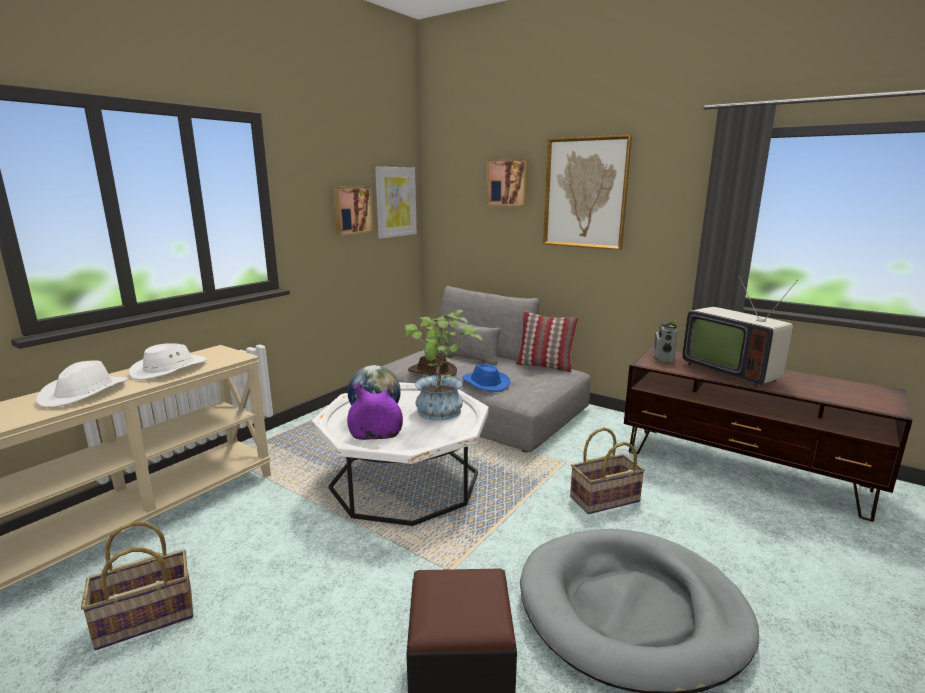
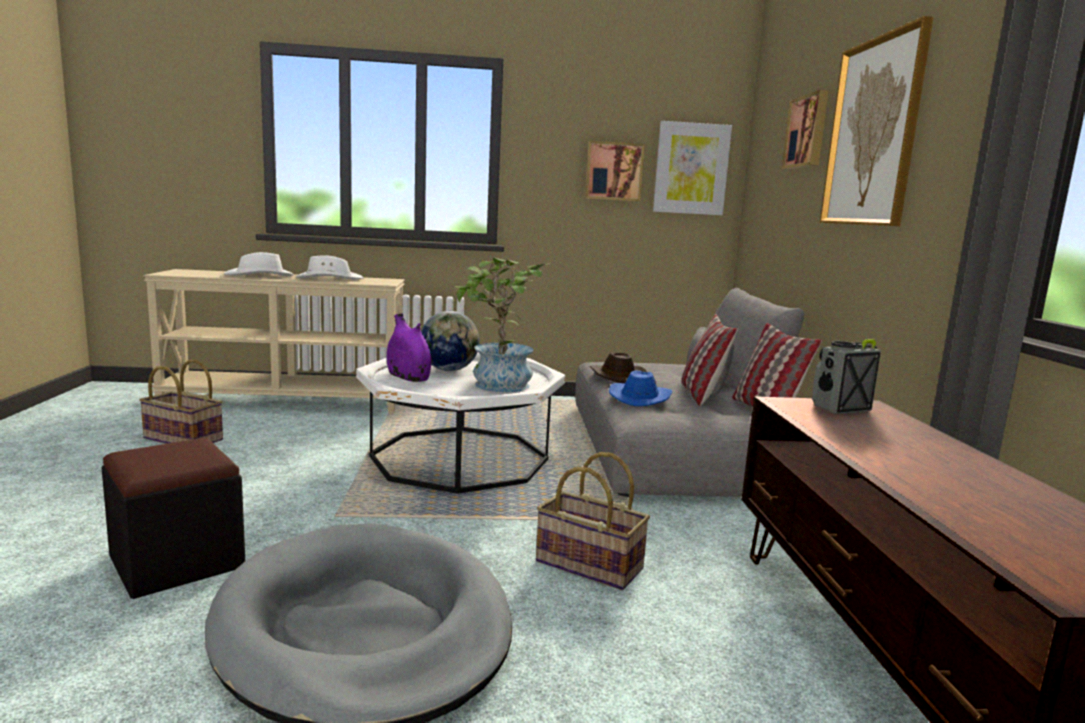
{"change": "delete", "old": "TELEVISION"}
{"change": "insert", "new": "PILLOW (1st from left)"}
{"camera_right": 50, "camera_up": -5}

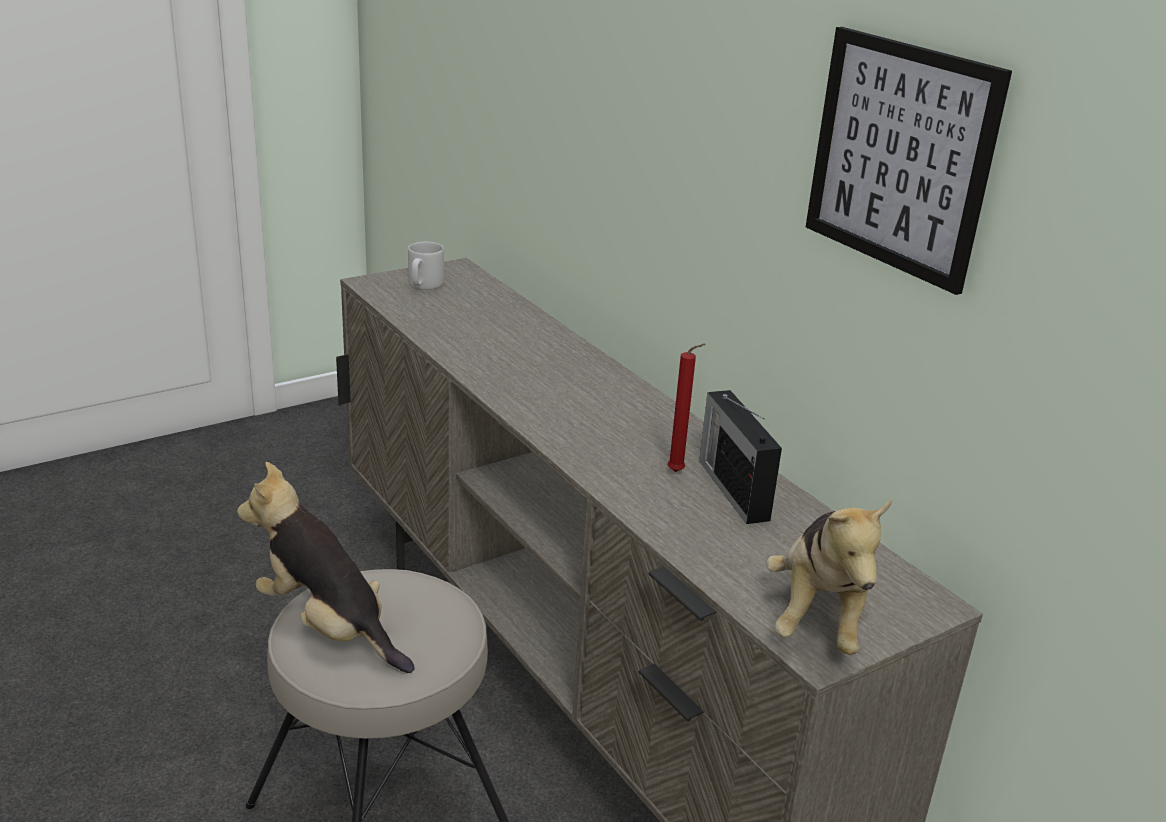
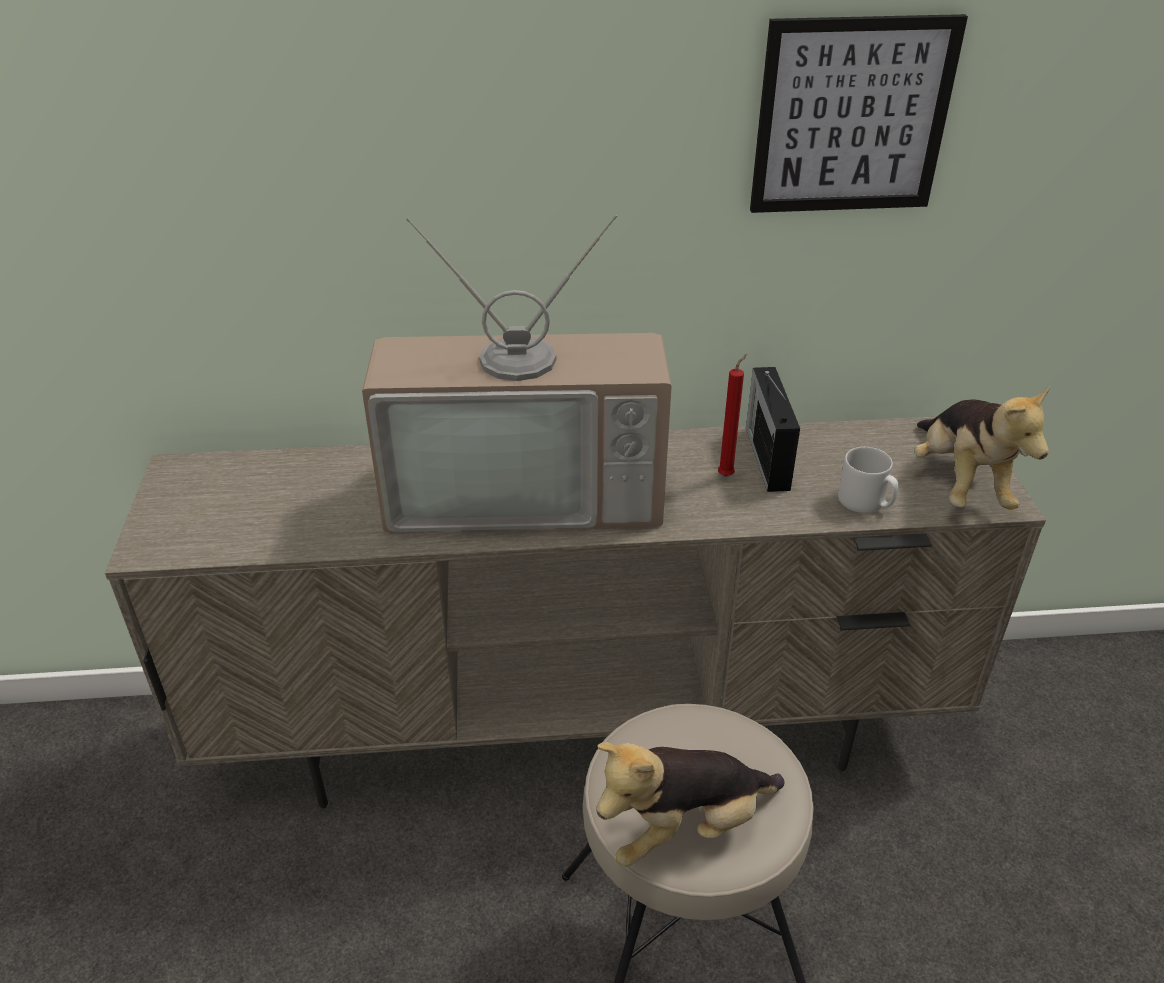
{"change": "insert", "new": "TELEVISION"}
{"change": "move", "old": "GREYISH COFFEE MUG"}
{"change": "rotate", "old": "RADIO SET", "degrees": 75}
{"change": "rotate", "old": "PLUSH TOY (2nd from left)", "degrees": 45}
{"camera_right": -60, "camera_up": 10}

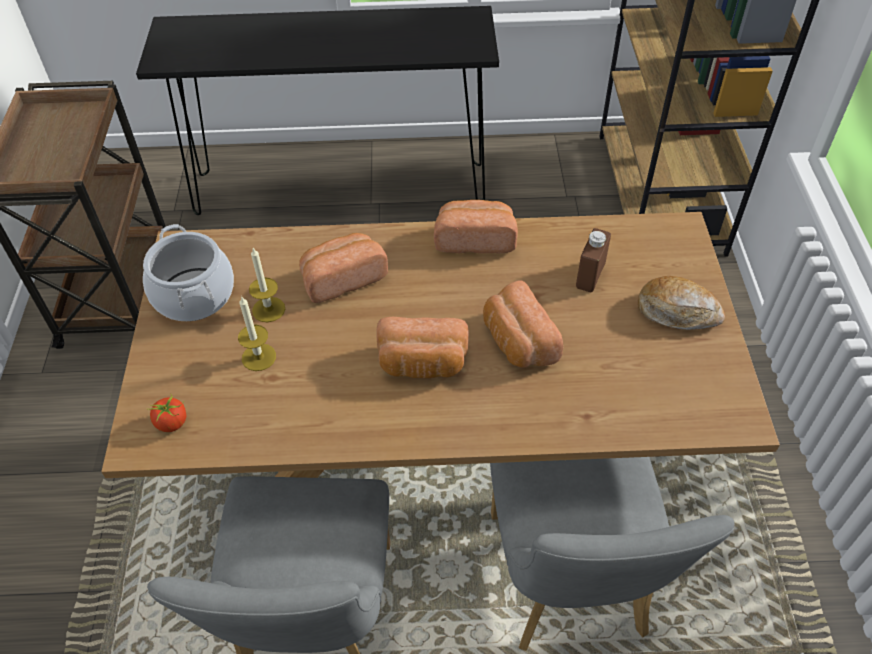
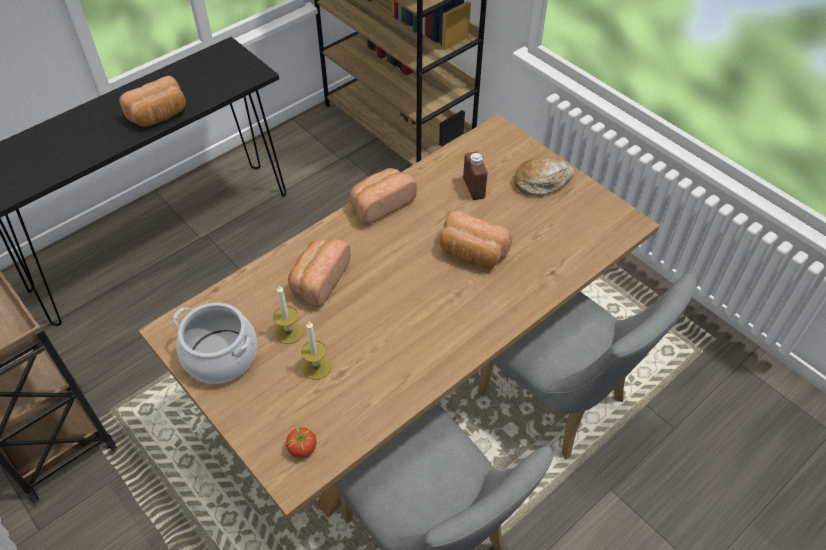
{"change": "move", "old": "BAKED BREAD (2nd from left in the first image)", "new": "BAKED BREAD (1st from left)"}
{"camera_right": -40, "camera_up": 0}

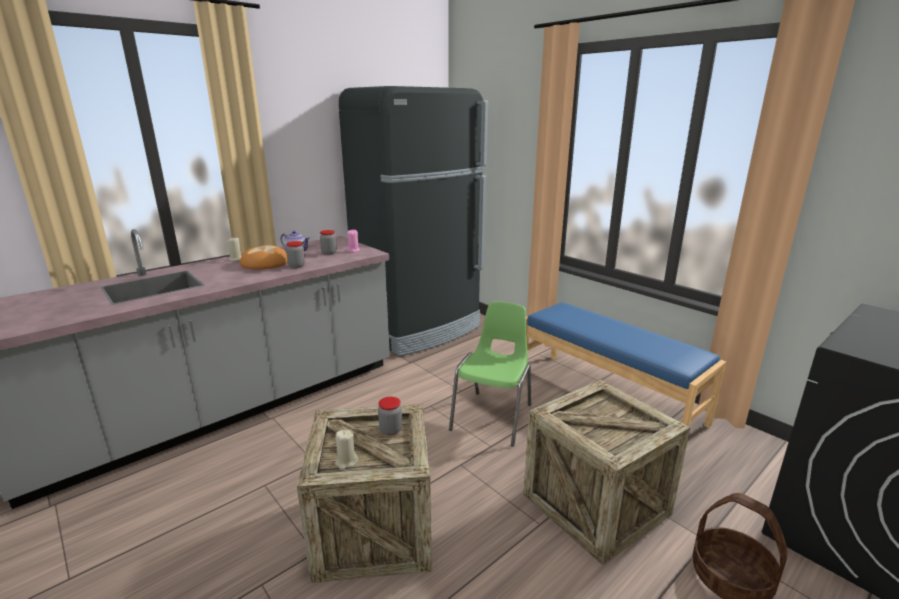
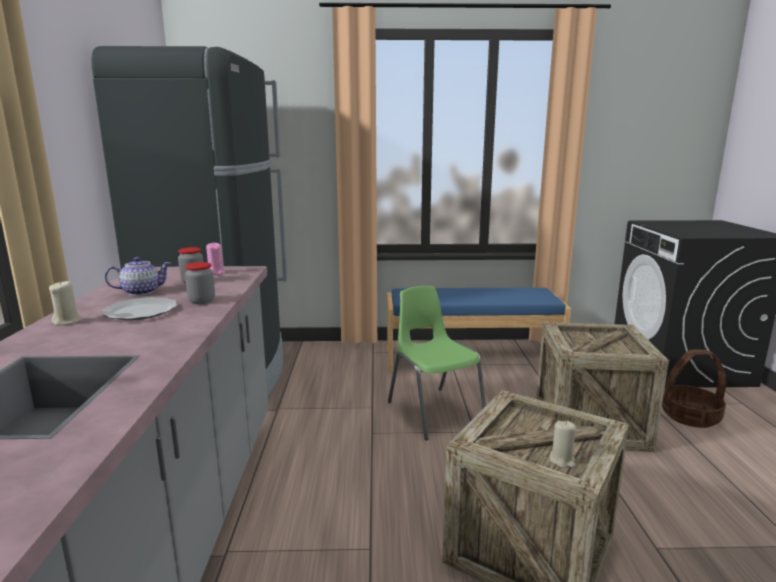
{"change": "delete", "old": "PRESERVE JAR (3rd from left)"}
{"change": "replace", "old": "BAKED BREAD", "new": "PLATE"}
{"camera_right": -50, "camera_up": -5}

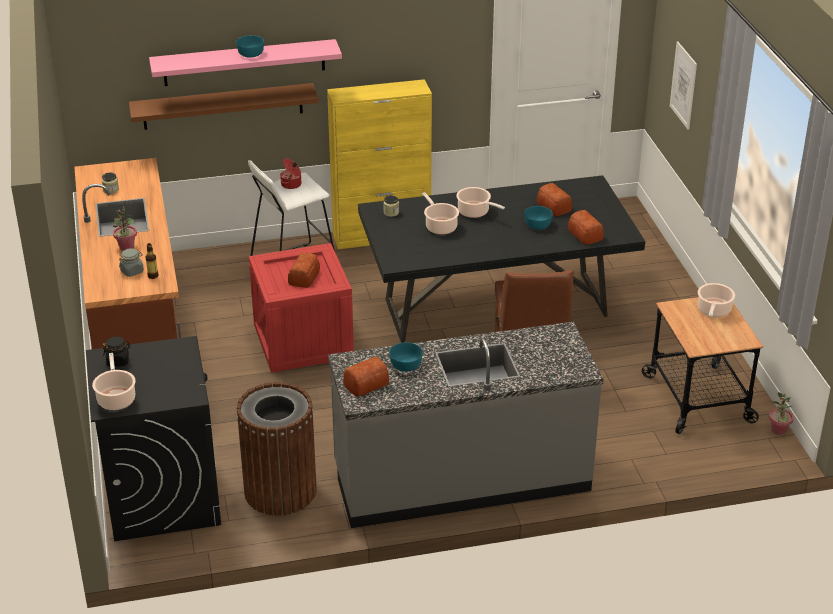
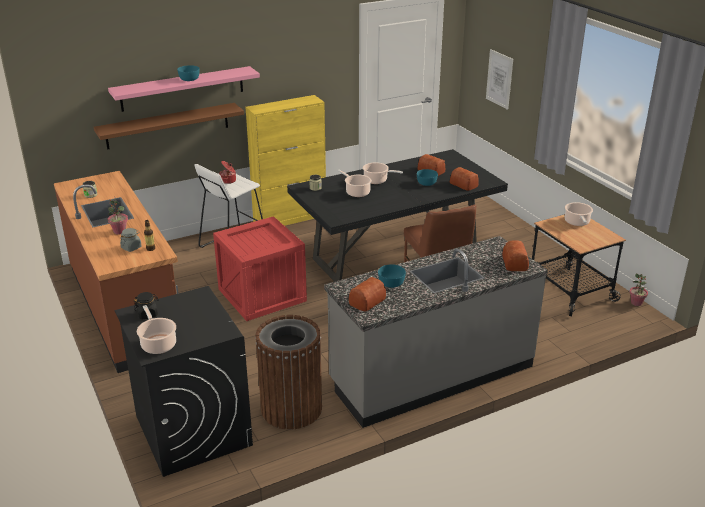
{"change": "move", "old": "BAKED BREAD (1st from left in the first image)", "new": "BAKED BREAD (4th from left)"}
{"camera_right": -15, "camera_up": -5}

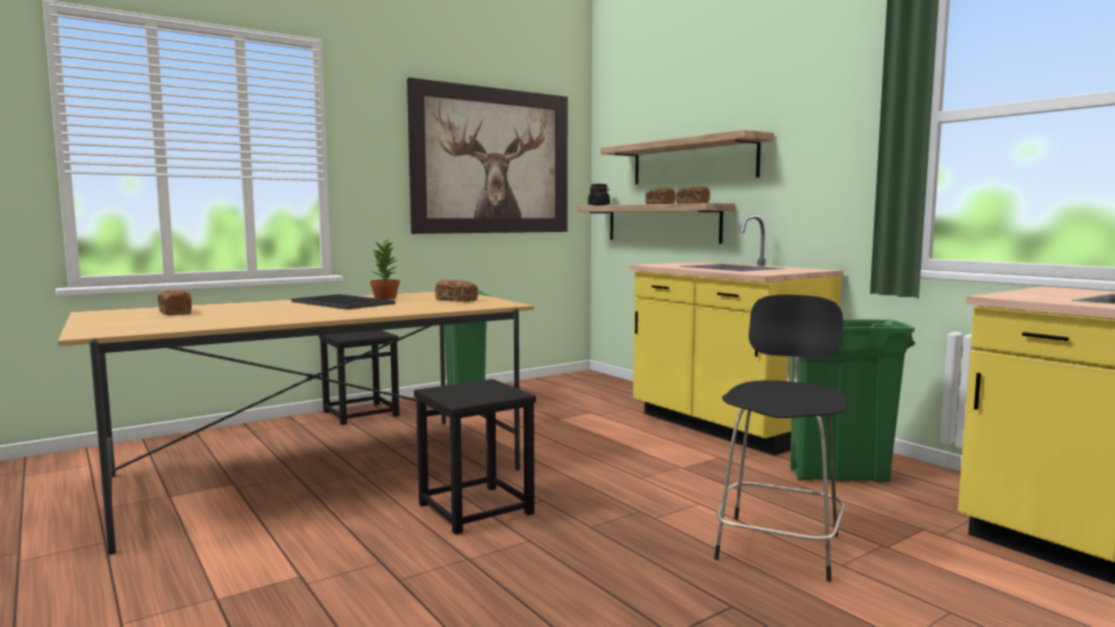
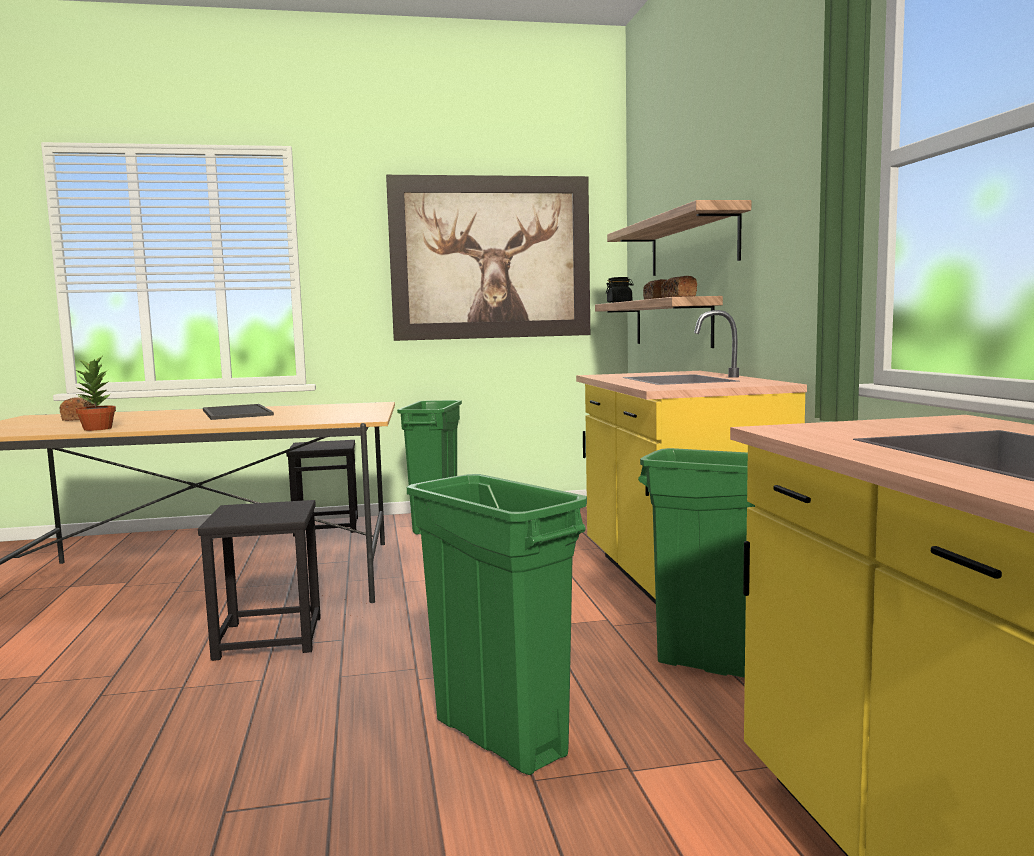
{"change": "delete", "old": "BAKED BREAD (2nd from left)"}
{"change": "move", "old": "POTTED PLANT"}
{"change": "replace", "old": "BLACK-COLOURED STOOL (3rd from left)", "new": "GREENISH RUBBISH BIN (2nd from left)"}
{"camera_right": 25, "camera_up": 0}

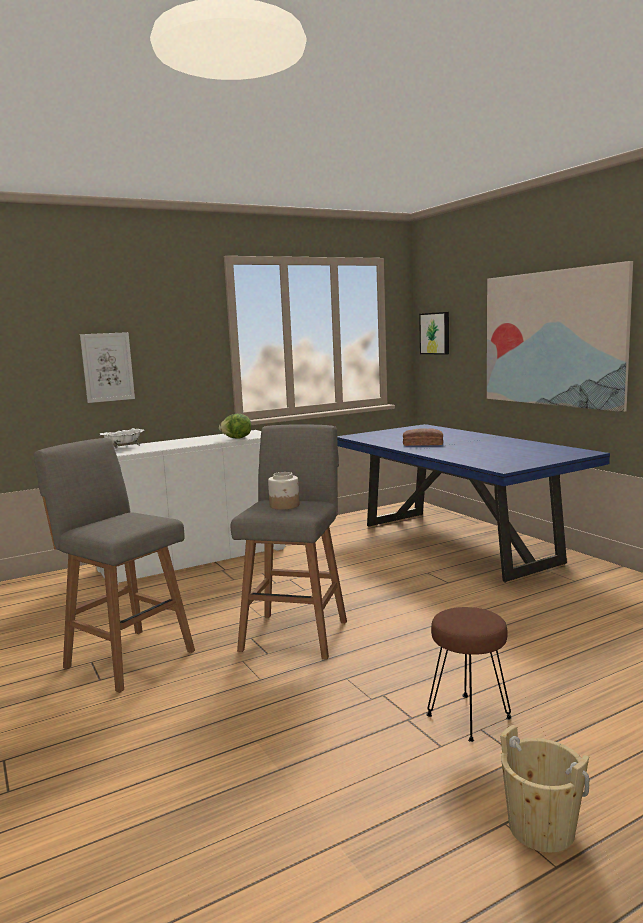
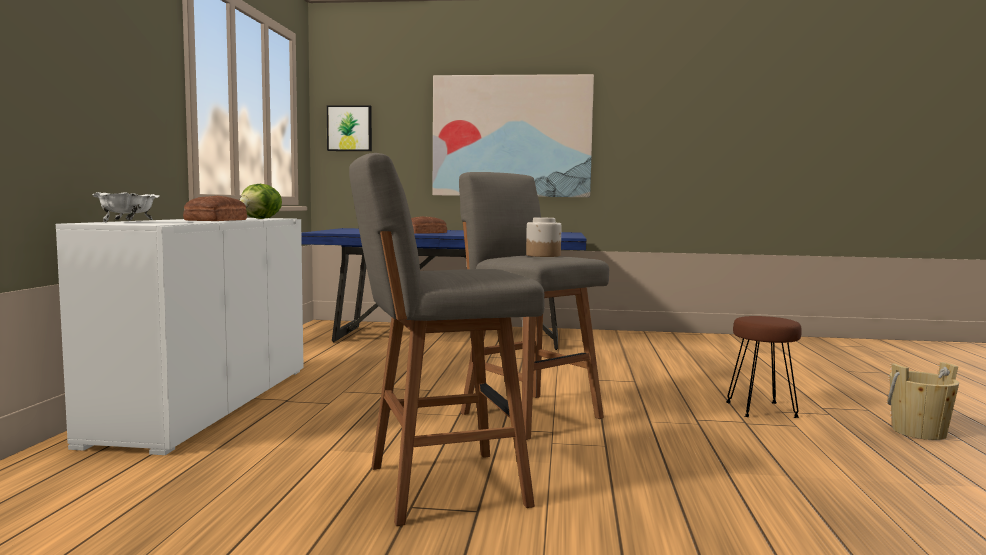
{"change": "delete", "old": "WALL PICTURE (1st from left)"}
{"change": "insert", "new": "BAKED BREAD (1st from left)"}
{"camera_right": -55, "camera_up": -5}

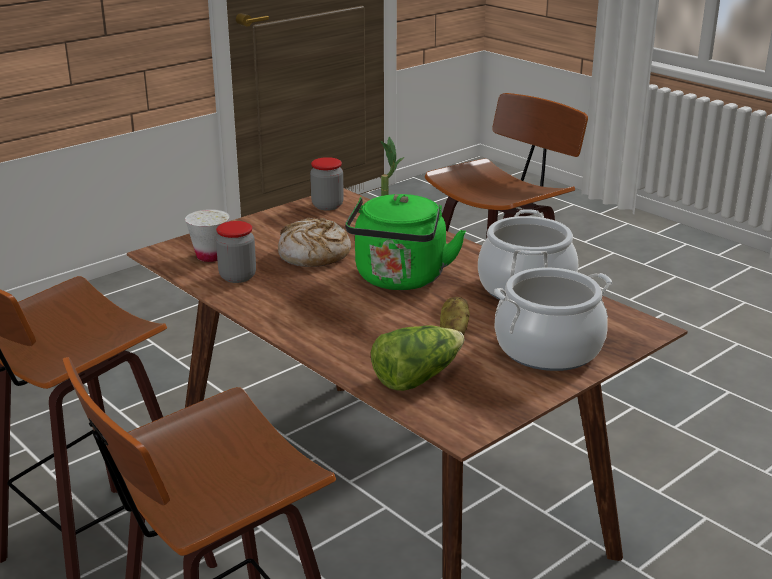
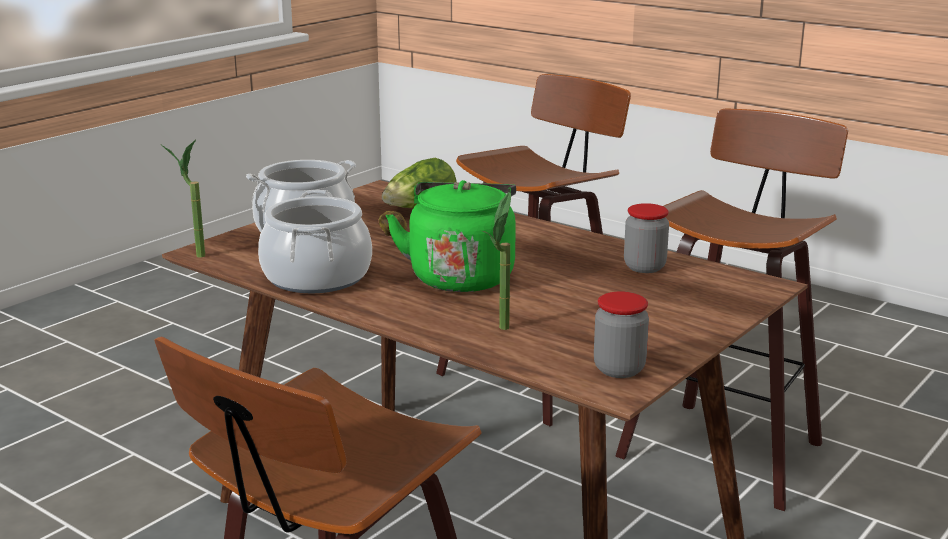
{"change": "delete", "old": "WHITE DRINKING CUP"}
{"change": "delete", "old": "BAKED BREAD"}
{"change": "insert", "new": "POTTED PLANT (1st from left)"}
{"camera_right": 170, "camera_up": -5}

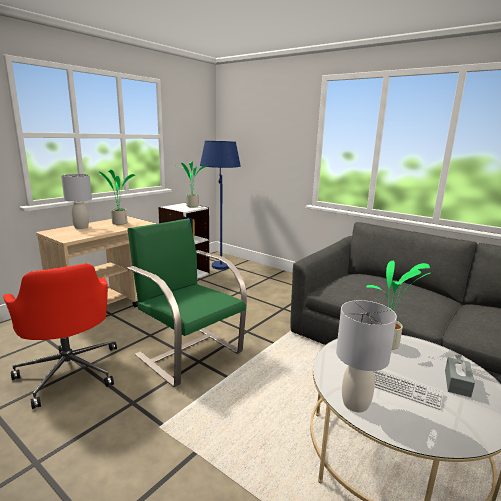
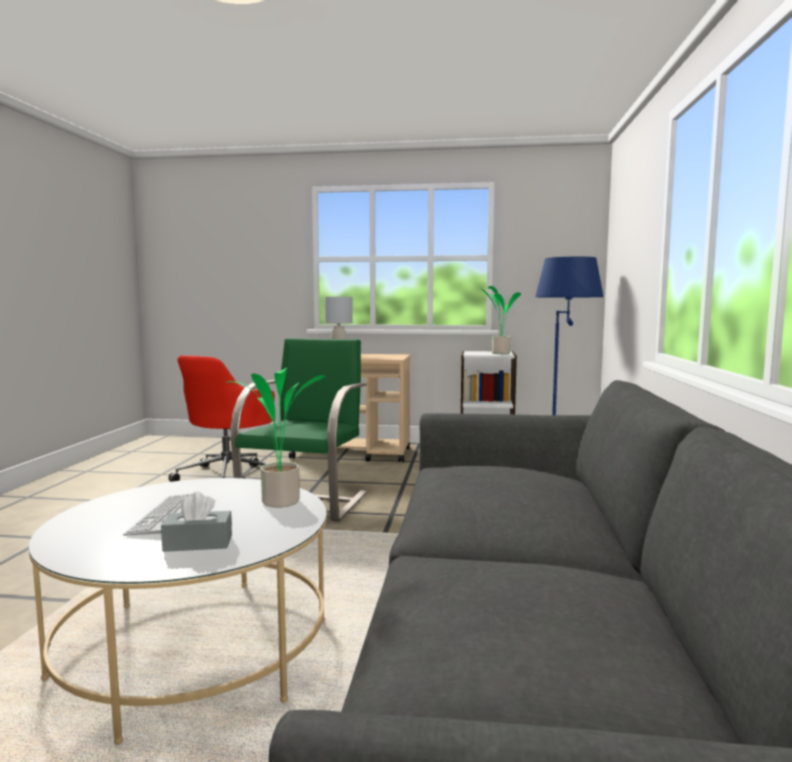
{"change": "delete", "old": "POTTED PLANT (1st from left)"}
{"change": "delete", "old": "GREYISH TABLETOP LAMP (2nd from left)"}
{"camera_right": 60, "camera_up": -10}

